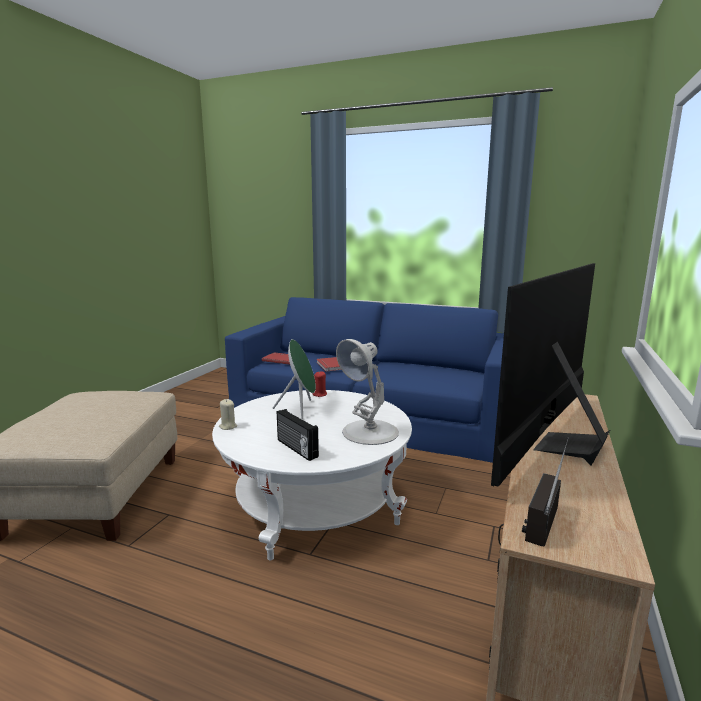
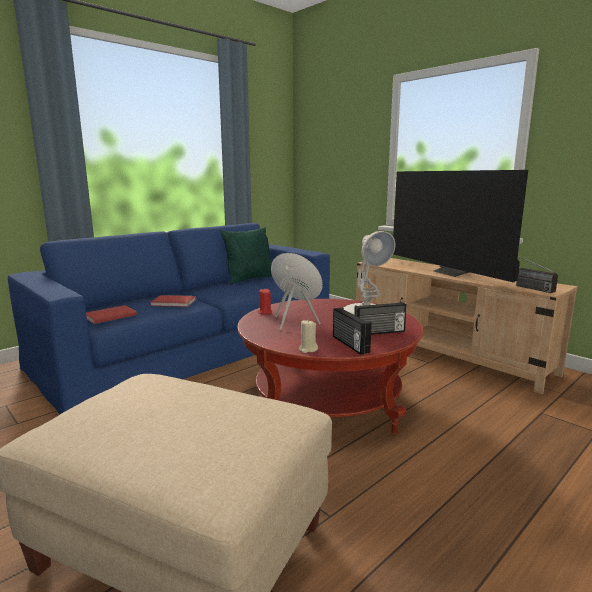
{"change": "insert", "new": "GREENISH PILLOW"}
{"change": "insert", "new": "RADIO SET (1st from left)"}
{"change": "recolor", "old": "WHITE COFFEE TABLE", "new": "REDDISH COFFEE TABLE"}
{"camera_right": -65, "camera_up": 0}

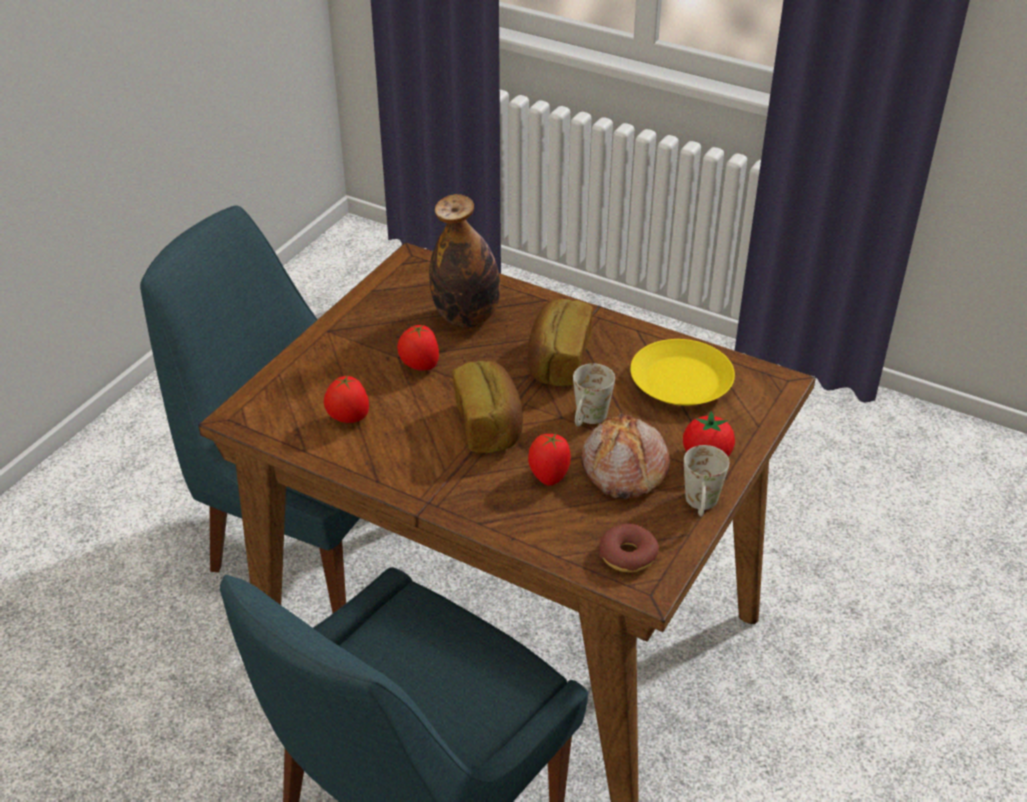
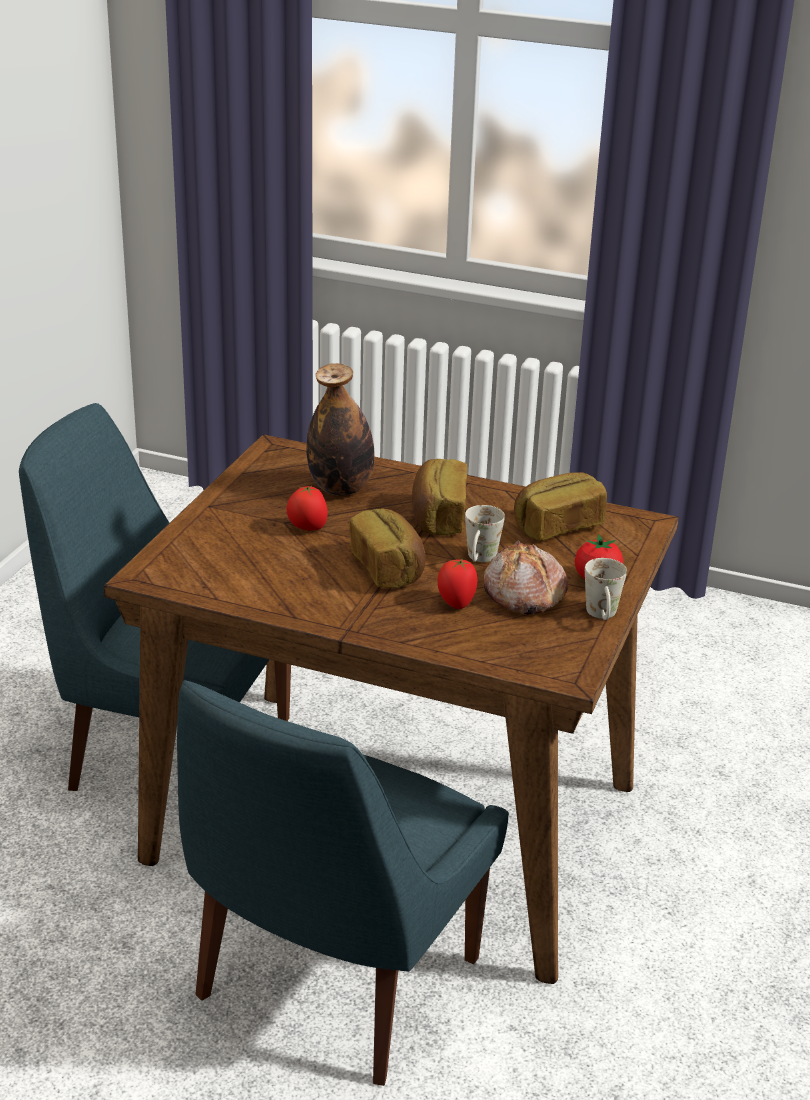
{"change": "delete", "old": "WHOLE TOMATO (1st from left)"}
{"change": "delete", "old": "DOUGHNUT"}
{"change": "replace", "old": "YELLOW PLATE", "new": "BAKED BREAD (4th from left)"}
{"camera_right": -10, "camera_up": -10}

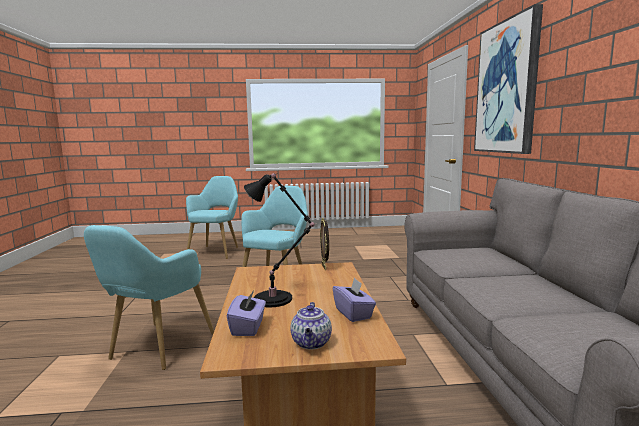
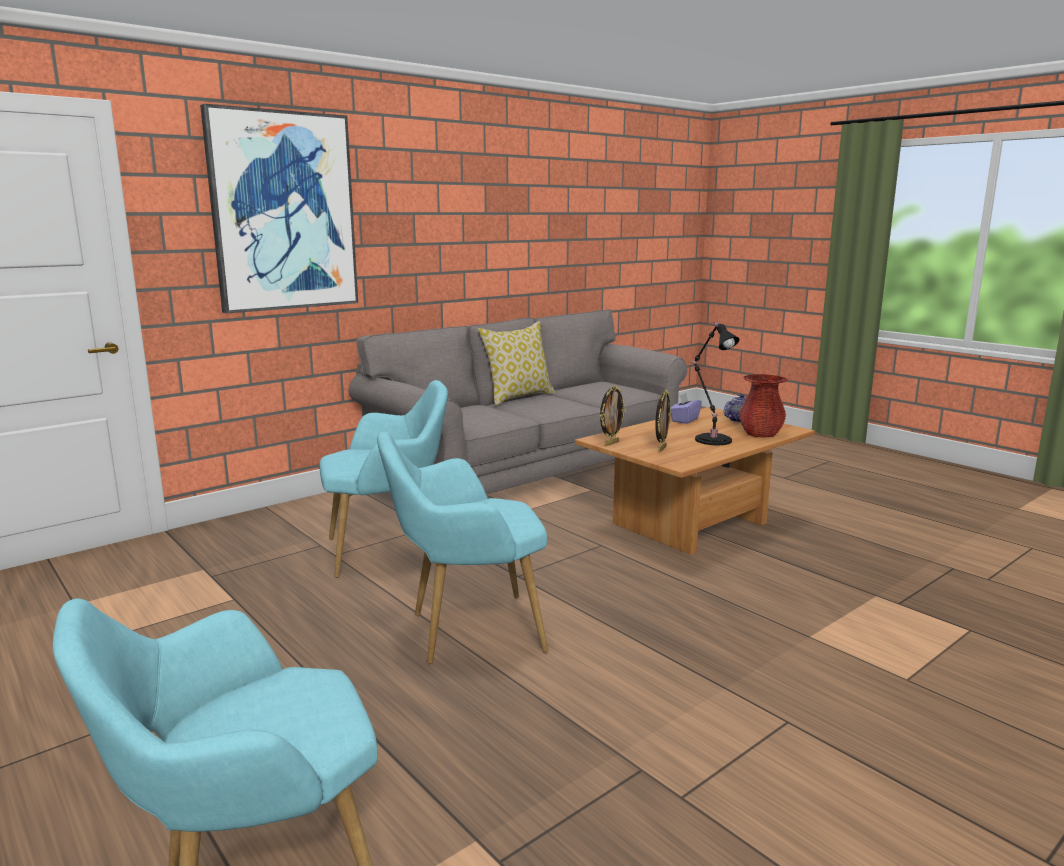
{"change": "insert", "new": "PILLOW"}
{"change": "insert", "new": "PHOTO FRAME (2nd from left)"}
{"change": "move", "old": "TURQUOISE-COLOURED LOUNGE CHAIR (1st from left in the first image)", "new": "TURQUOISE-COLOURED LOUNGE CHAIR (2nd from left)"}
{"change": "replace", "old": "PURPLISH BOX OF TISSUES (1st from left)", "new": "REDDISH DECORATIVE VASE"}
{"camera_right": -125, "camera_up": 5}

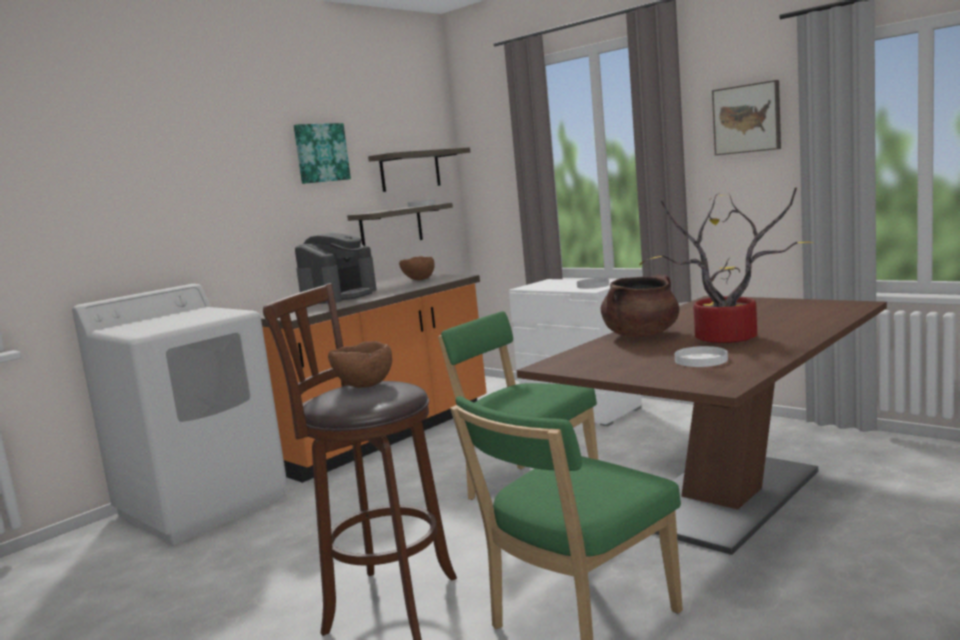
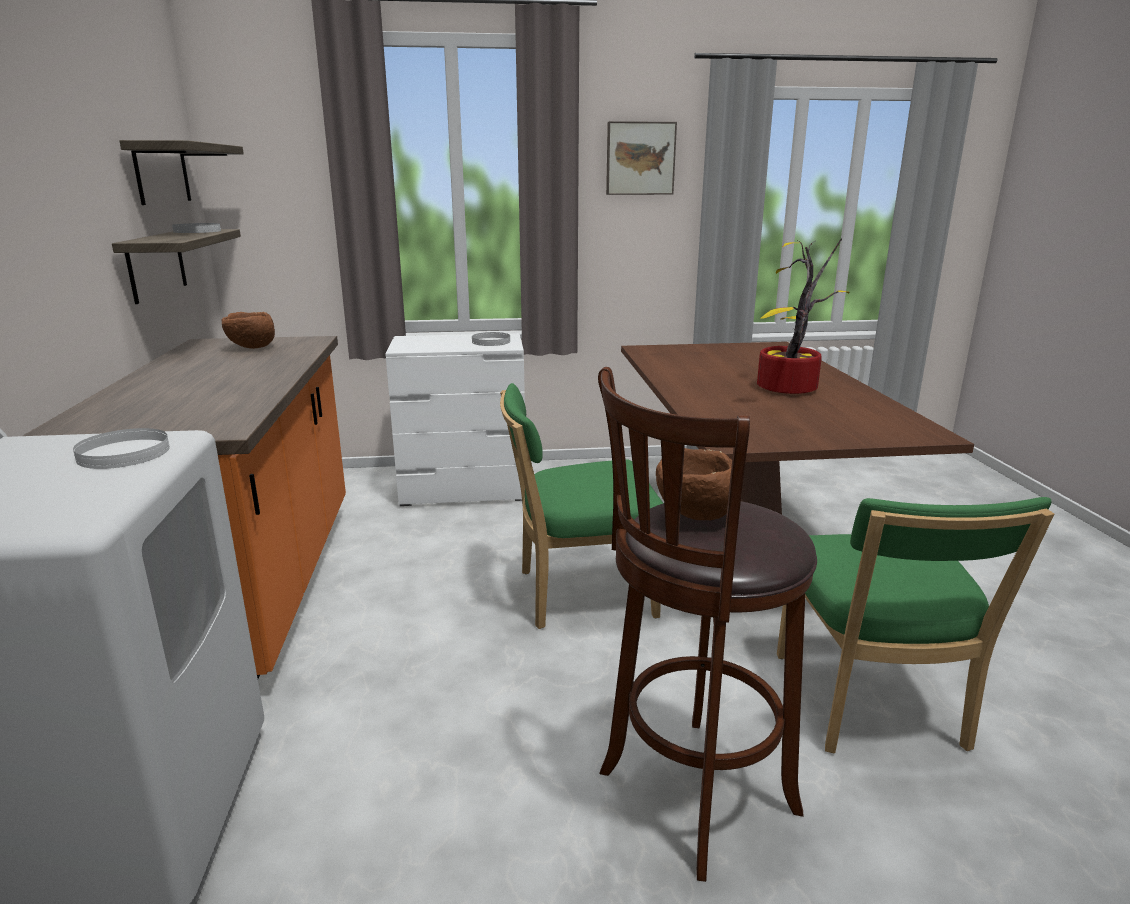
{"change": "delete", "old": "WALL PICTURE (1st from left)"}
{"change": "delete", "old": "COFFEE MAKER"}
{"change": "delete", "old": "BROWN SAUCEPOT"}
{"change": "move", "old": "WHITE PLATE (3rd from left in the first image)", "new": "WHITE PLATE (1st from left)"}
{"camera_right": -50, "camera_up": 10}

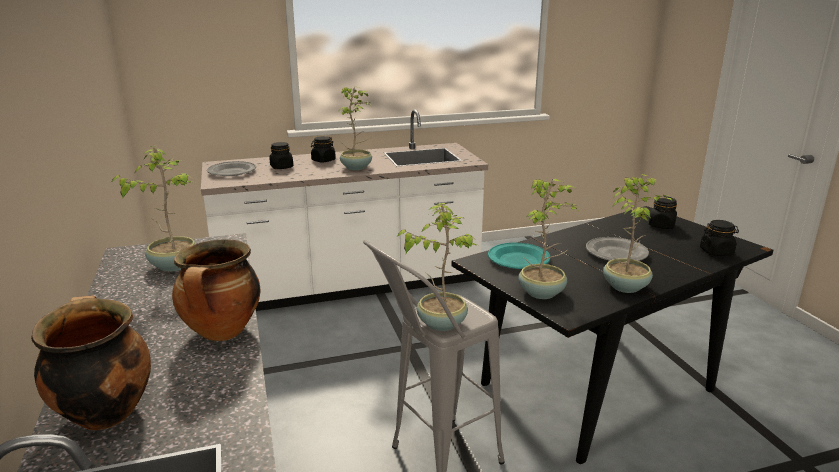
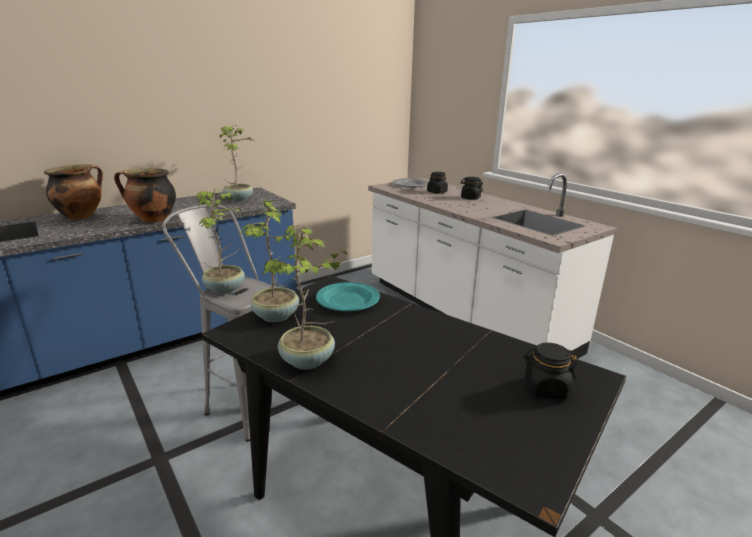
{"change": "delete", "old": "POTTED PLANT (2nd from left)"}
{"change": "delete", "old": "GREYISH PLATE (2nd from left)"}
{"change": "delete", "old": "BLACK-COLOURED PRESERVE JAR (4th from left)"}
{"camera_right": 70, "camera_up": 0}

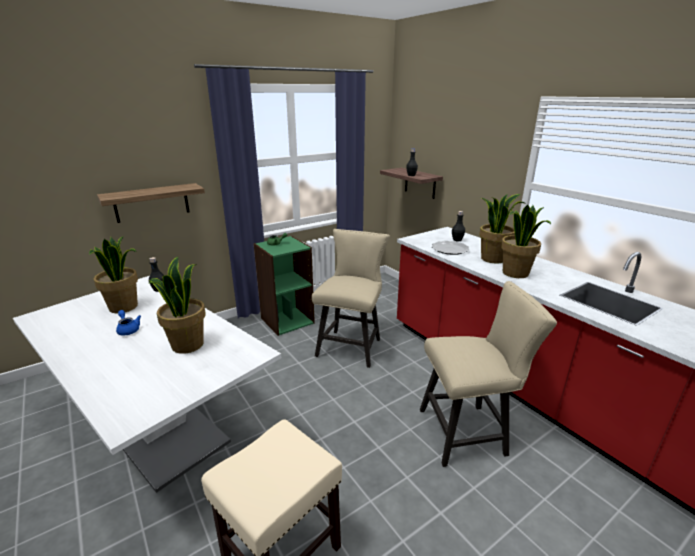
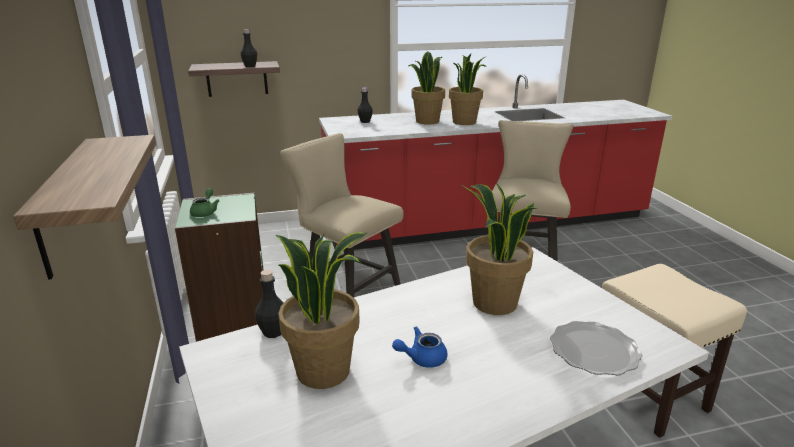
{"change": "move", "old": "PLATE"}
{"camera_right": -70, "camera_up": 0}

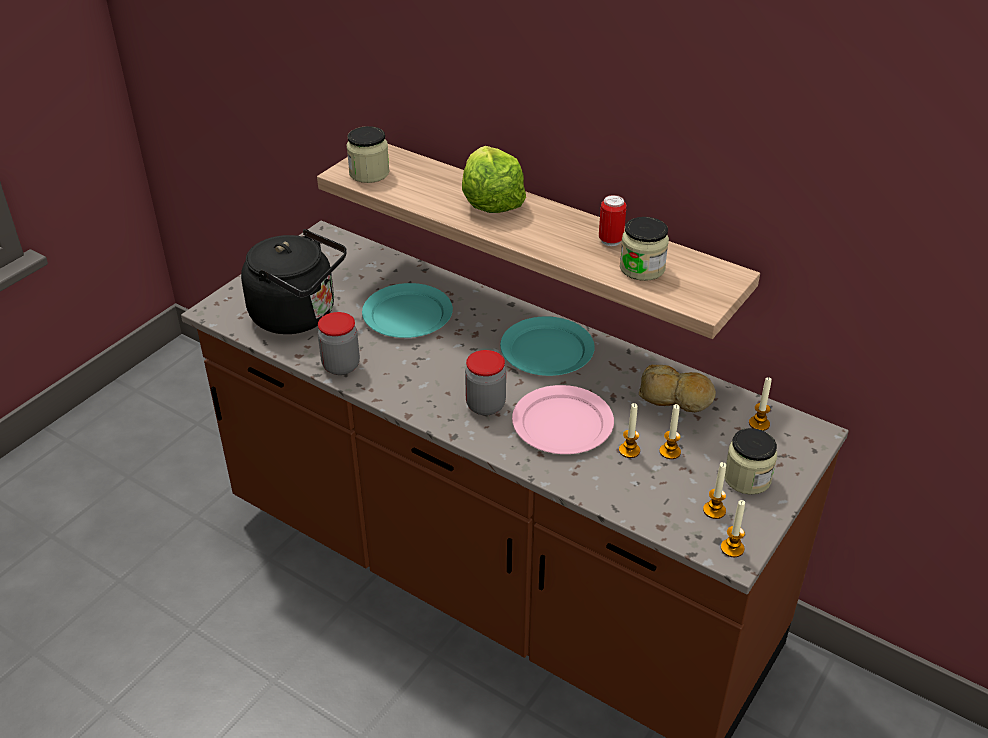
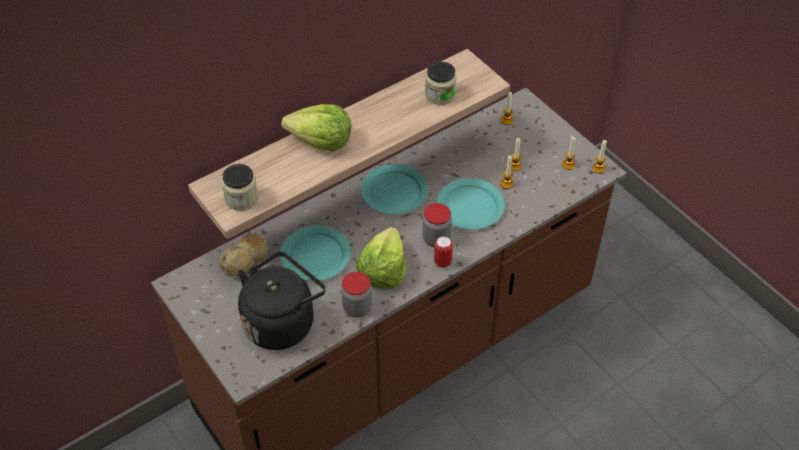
{"change": "delete", "old": "PRESERVE JAR (5th from left)"}
{"change": "insert", "new": "LETTUCE HEAD (2nd from left)"}
{"change": "move", "old": "METAL CAN"}
{"change": "move", "old": "BAKED BREAD"}
{"change": "recolor", "old": "PINK PLATE", "new": "TURQUOISE-COLOURED PLATE (3rd from left)"}
{"camera_right": -70, "camera_up": 10}

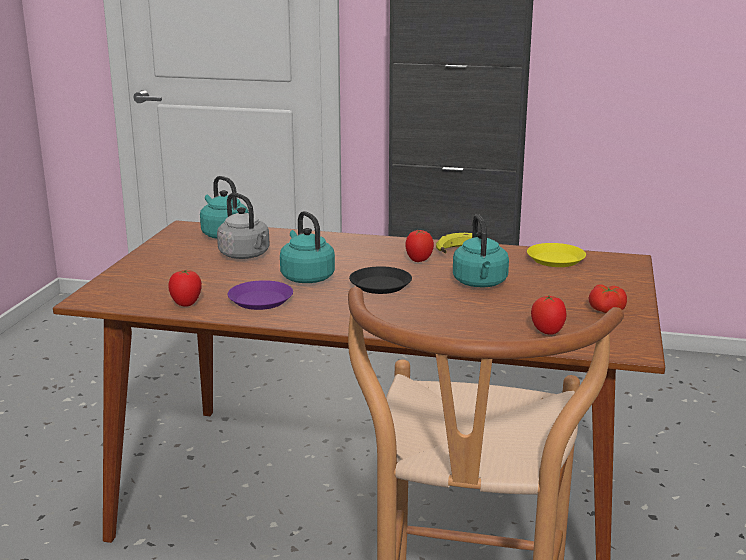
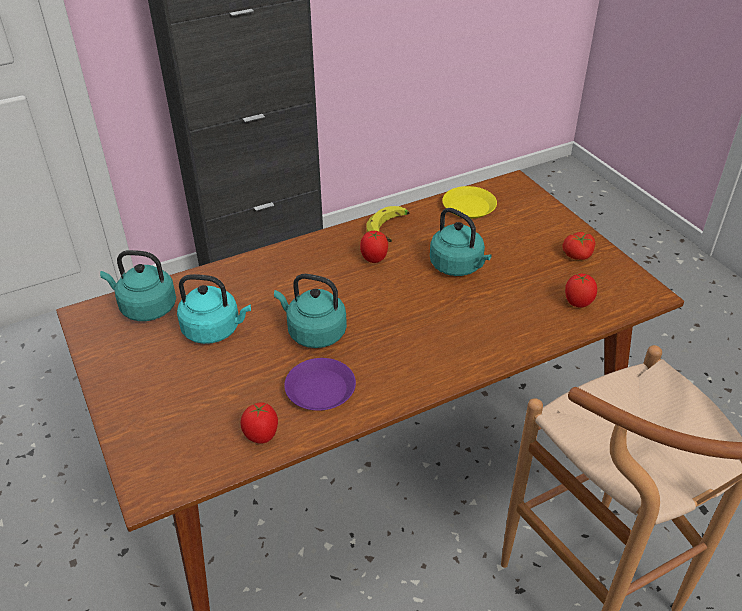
{"change": "delete", "old": "BLACK-COLOURED PLATE"}
{"change": "recolor", "old": "GREYISH KETTLE", "new": "TURQUOISE-COLOURED KETTLE (2nd from left)"}
{"camera_right": -40, "camera_up": 20}

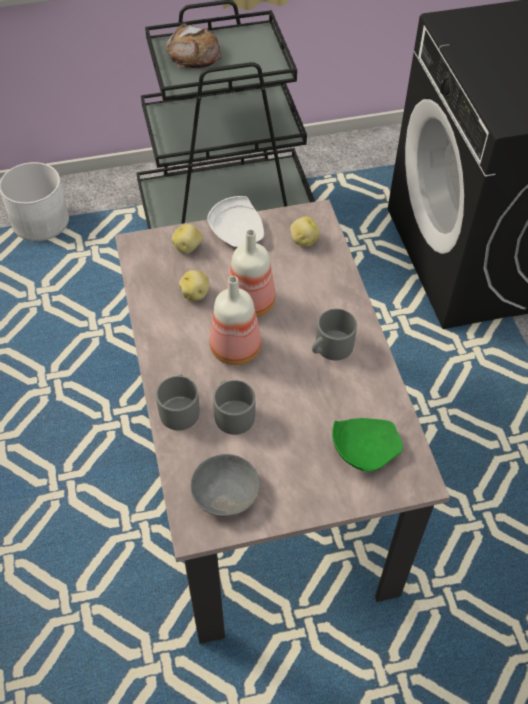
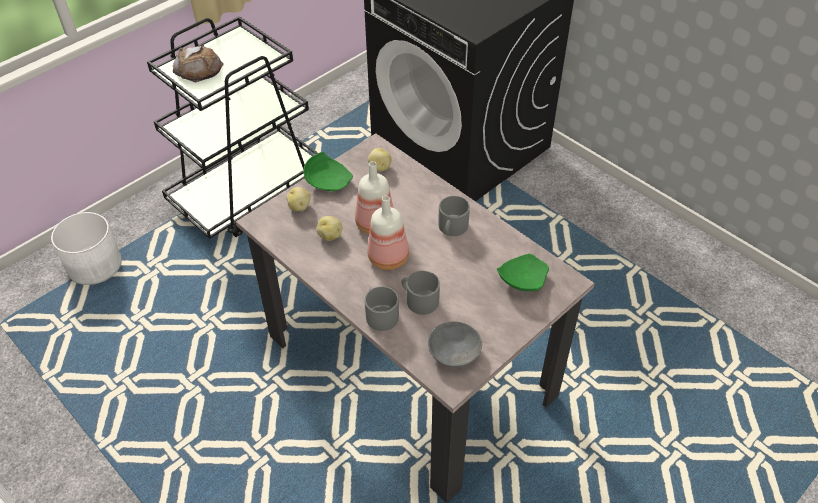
{"change": "recolor", "old": "WHITE PLATE", "new": "GREENISH PLATE (1st from left)"}
{"camera_right": -30, "camera_up": -5}

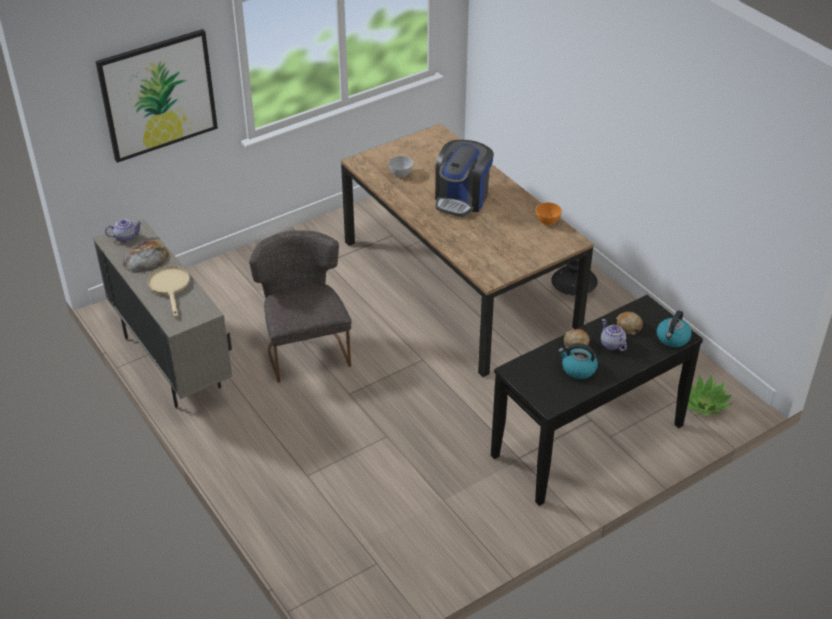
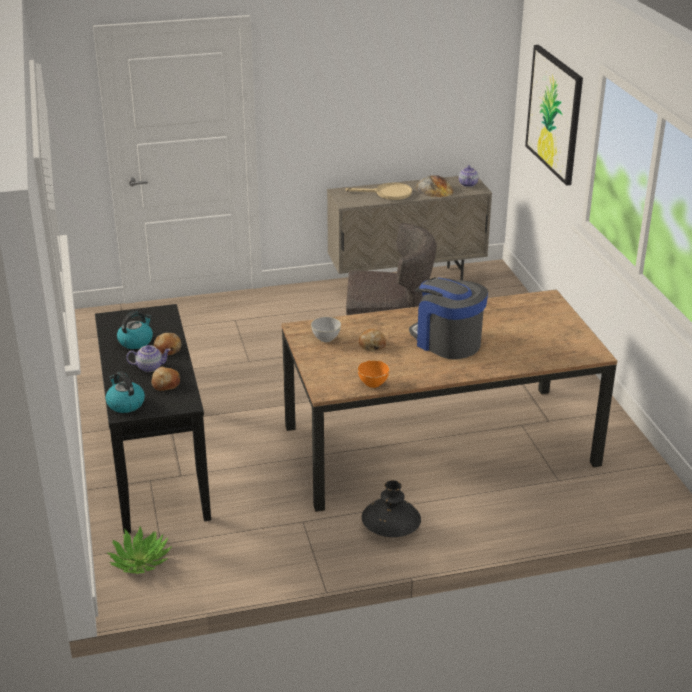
{"change": "insert", "new": "BAKED BREAD (3rd from left)"}
{"change": "move", "old": "GREYISH DEEP DISH"}
{"camera_right": 110, "camera_up": -10}

